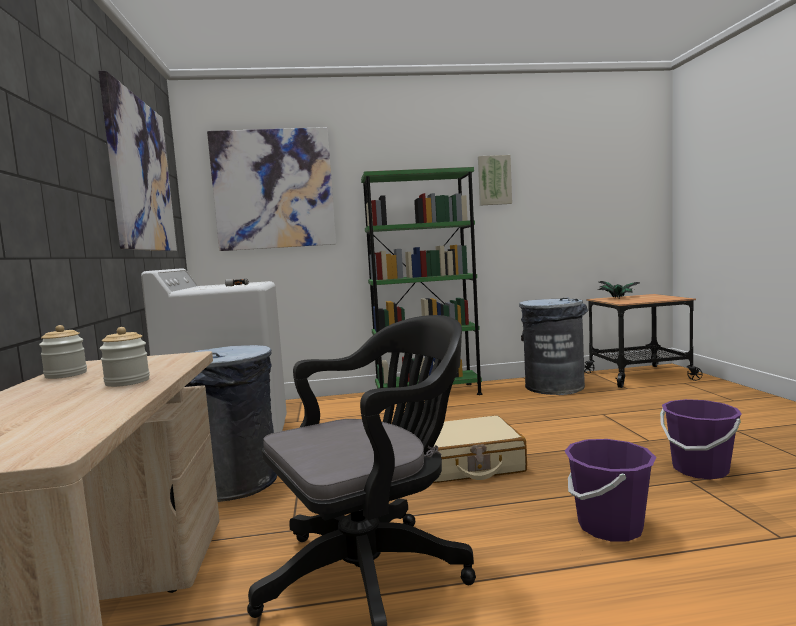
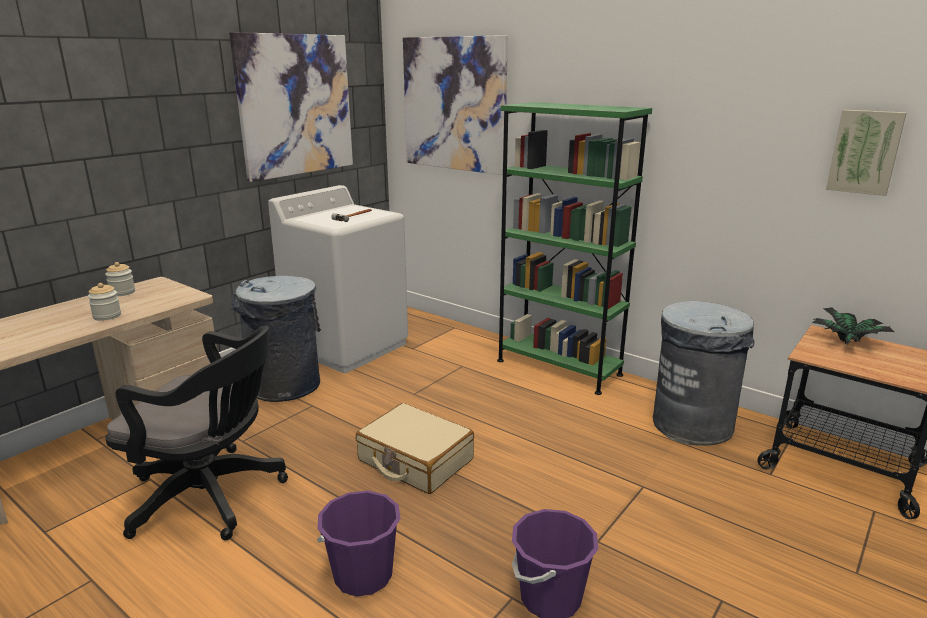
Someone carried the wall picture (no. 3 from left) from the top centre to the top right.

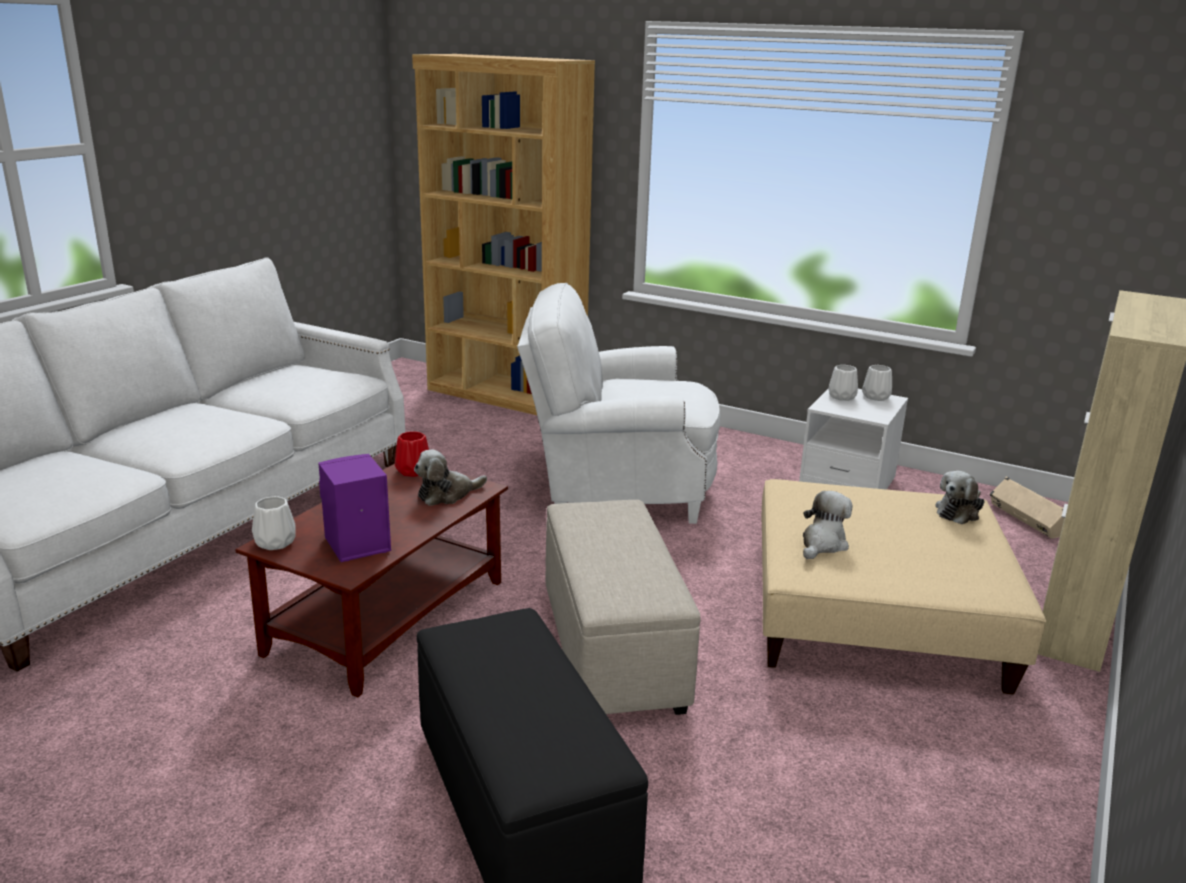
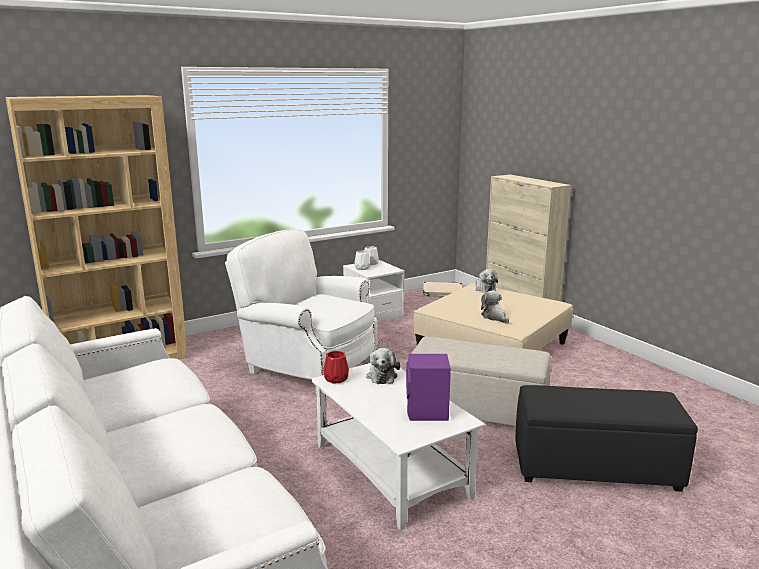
Someone rotated the armchair/whitish at the centre by 90 degrees clockwise.
Someone repainted the lounge table/brown at the middle left, which became the lounge table/whitish at the bottom centre.
Someone took away the flower vase/whitish (no. 1 from left) at the middle left.

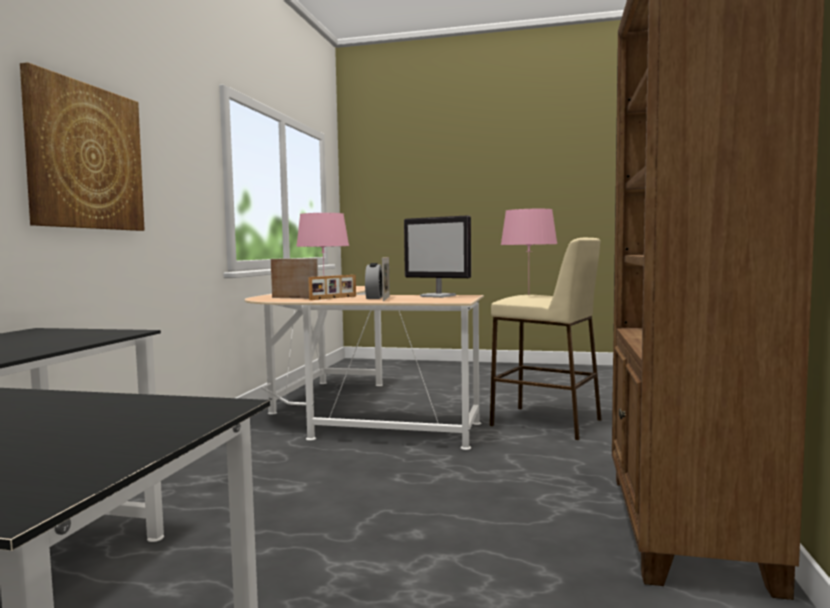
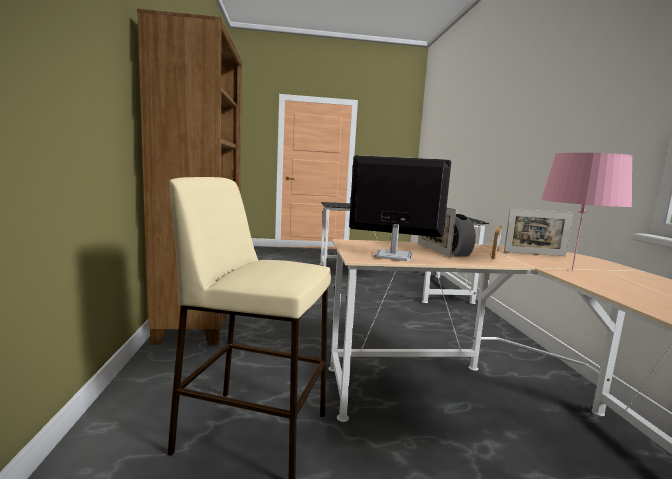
Someone took away the wall picture at the top left.
Someone took away the tabletop lamp/pink-coloured (no. 2 from left) at the centre.

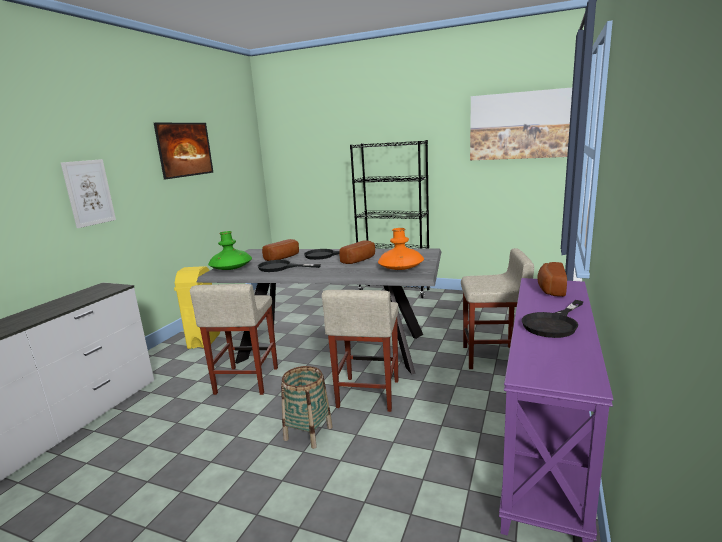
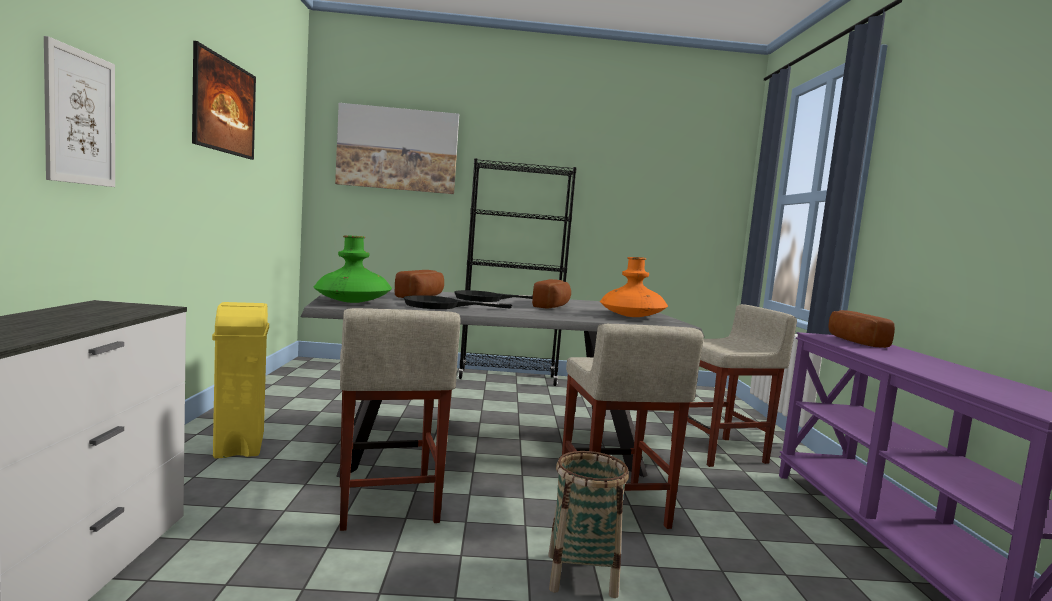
Someone carried the wall picture (no. 3 from left) from the top right to the top centre.
Someone took away the pan/black-coloured (no. 3 from left) at the middle right.

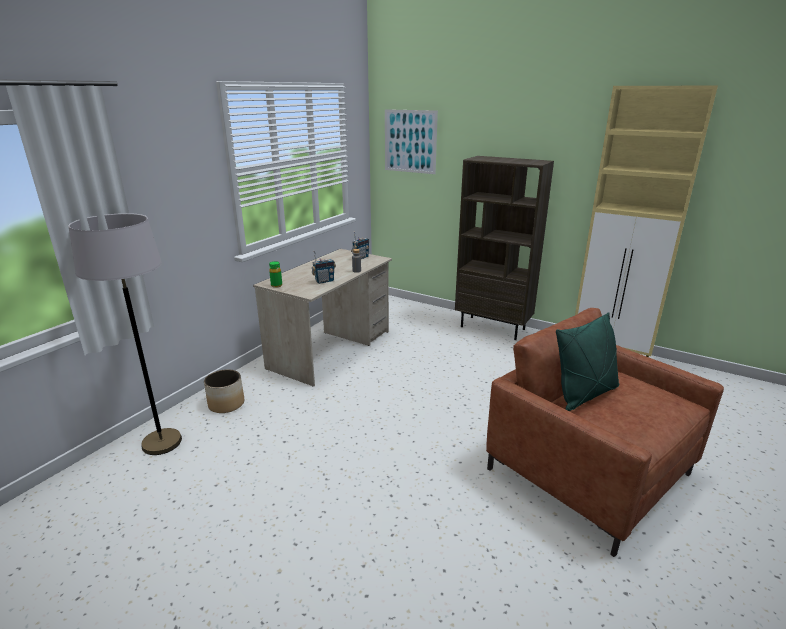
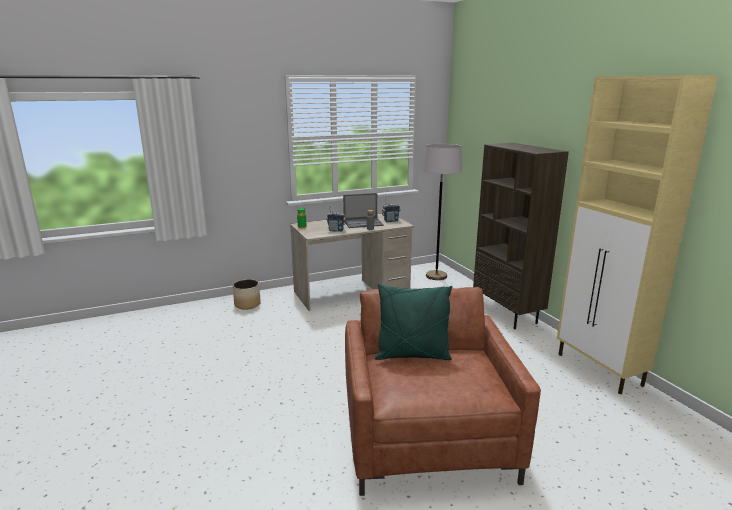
Someone put down the laptop at the centre.
Someone carried the floor lamp/grey from the middle left to the centre.
Someone took away the wall picture at the top centre.

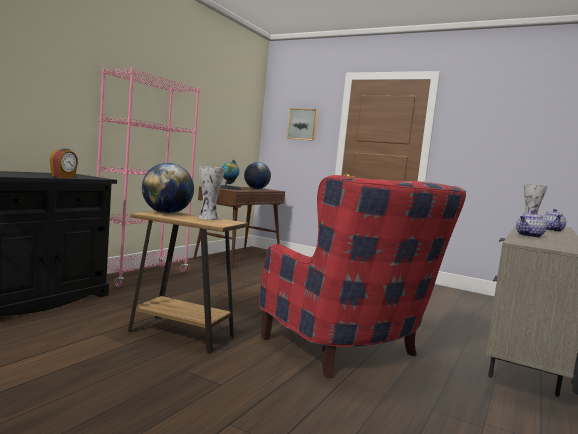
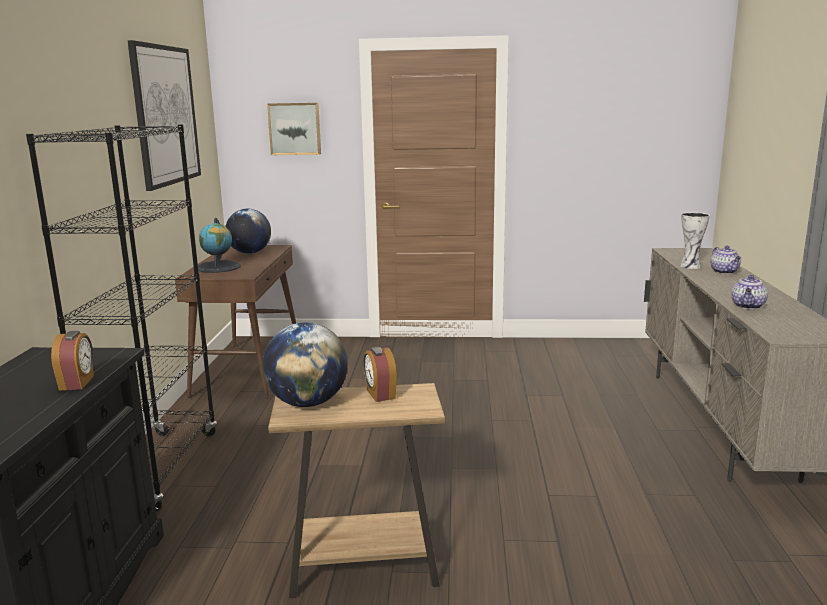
Someone repainted the bookshelf/pink-coloured at the middle left, which became the bookshelf/black-coloured at the middle left.
Someone put up the wall picture (no. 1 from left) at the top left.
Someone swapped the flower vase (no. 1 from left) at the centre for the table clock (no. 2 from left) at the centre.
Someone took away the armchair/reddish at the centre.

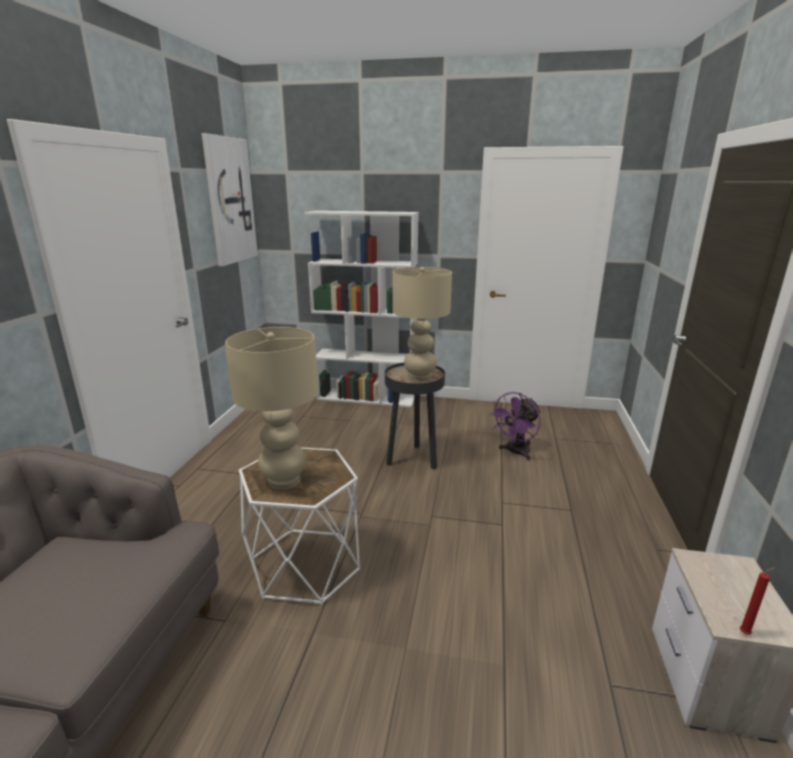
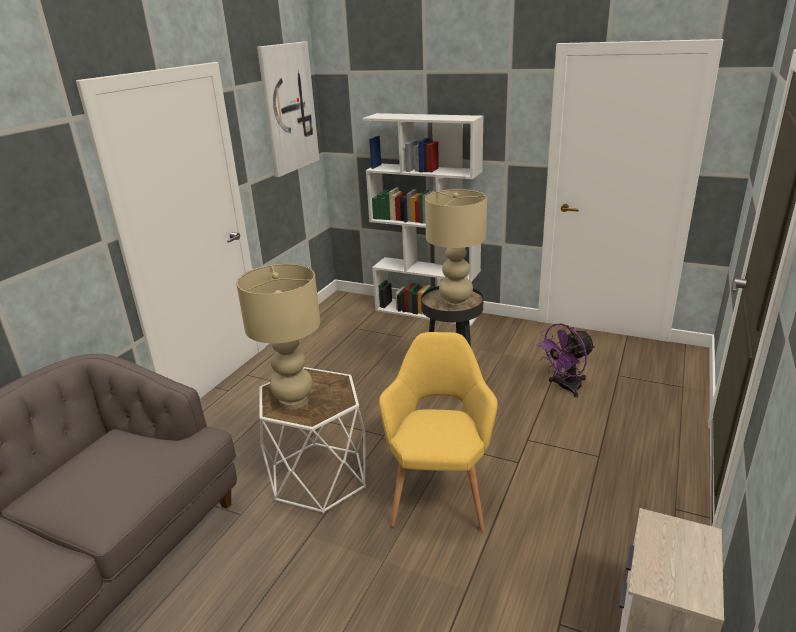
Someone put down the armchair/yellow-coloured at the bottom centre.
Someone took away the wax light/reddish at the bottom right.

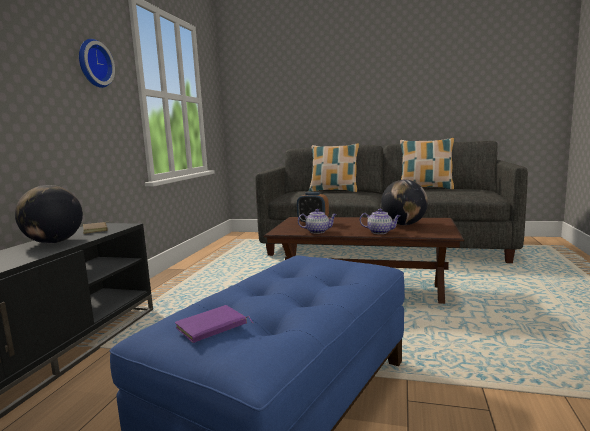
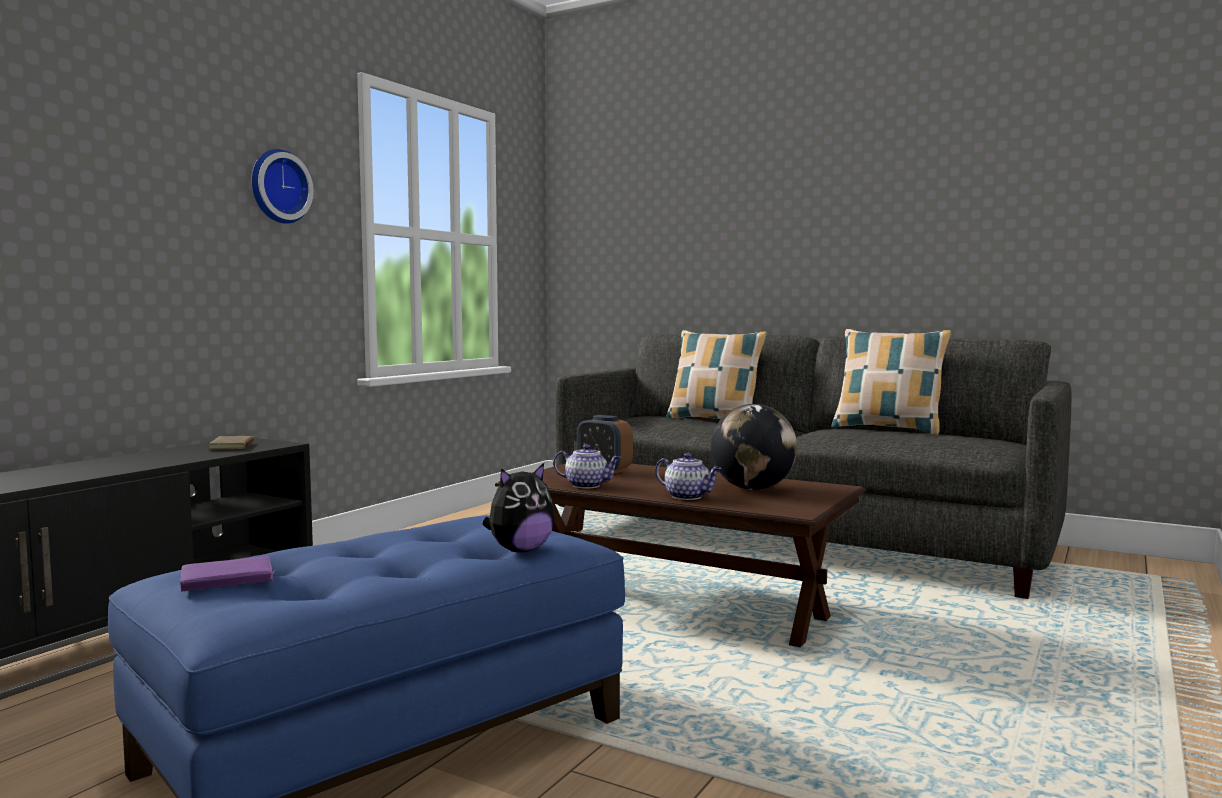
Someone put down the soft toy at the centre.
Someone took away the globe (no. 1 from left) at the middle left.

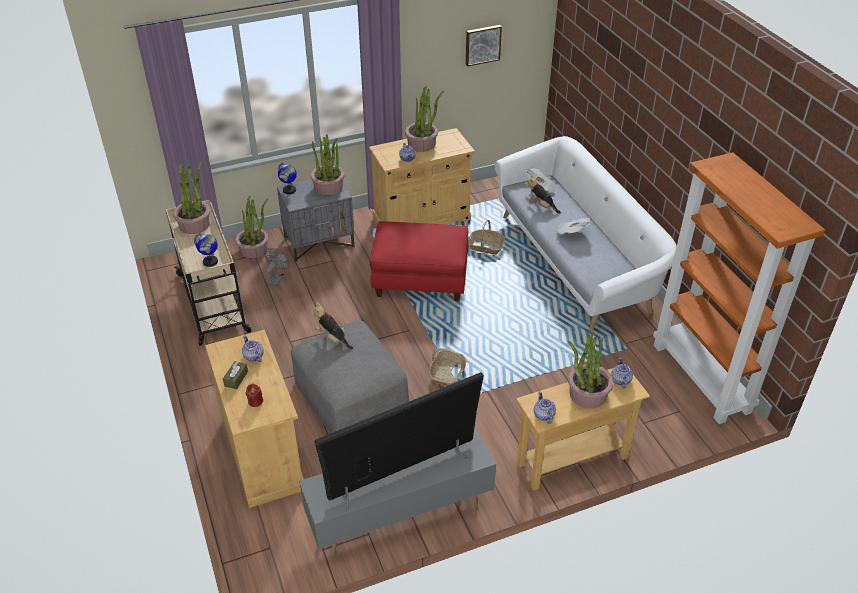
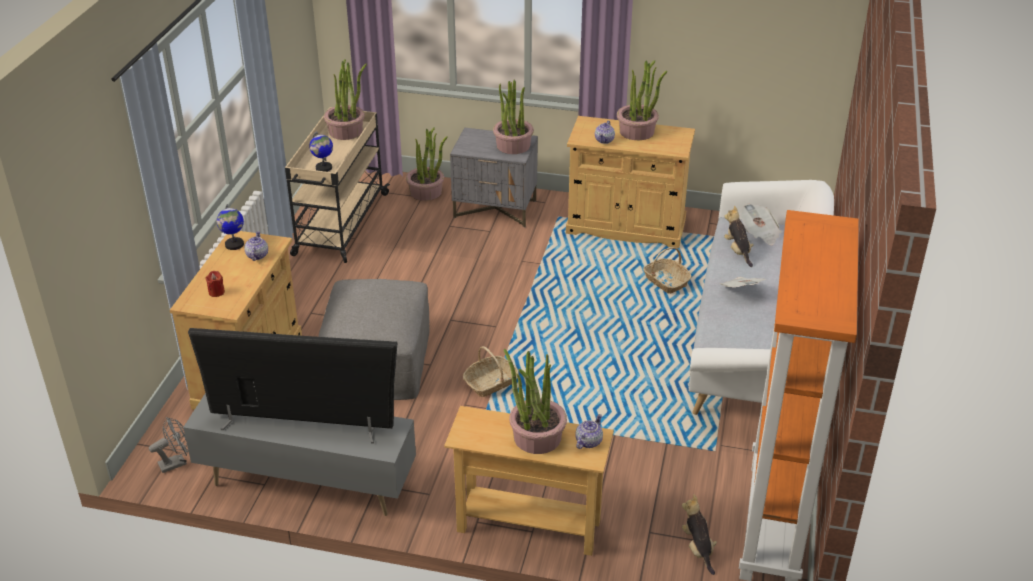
Someone carried the fan/grey from the middle left to the bottom left.
Someone carried the globe (no. 2 from left in the first image) from the top centre to the middle left.
Someone carried the soft toy (no. 1 from left) from the centre to the bottom right.
Someone took away the tissue holder/brown at the middle left.
Someone took away the pouffe/reddish at the centre.
Someone took away the wall picture at the top centre.
Someone took away the tea pot (no. 3 from left) at the bottom centre.

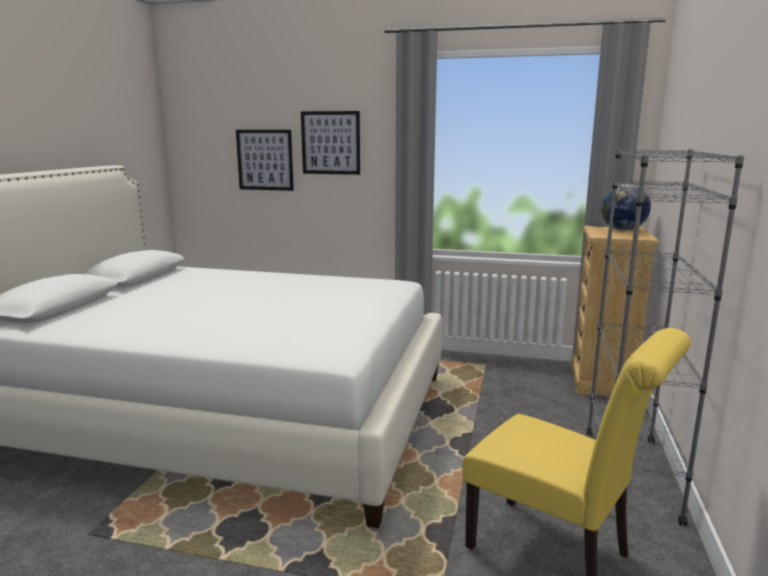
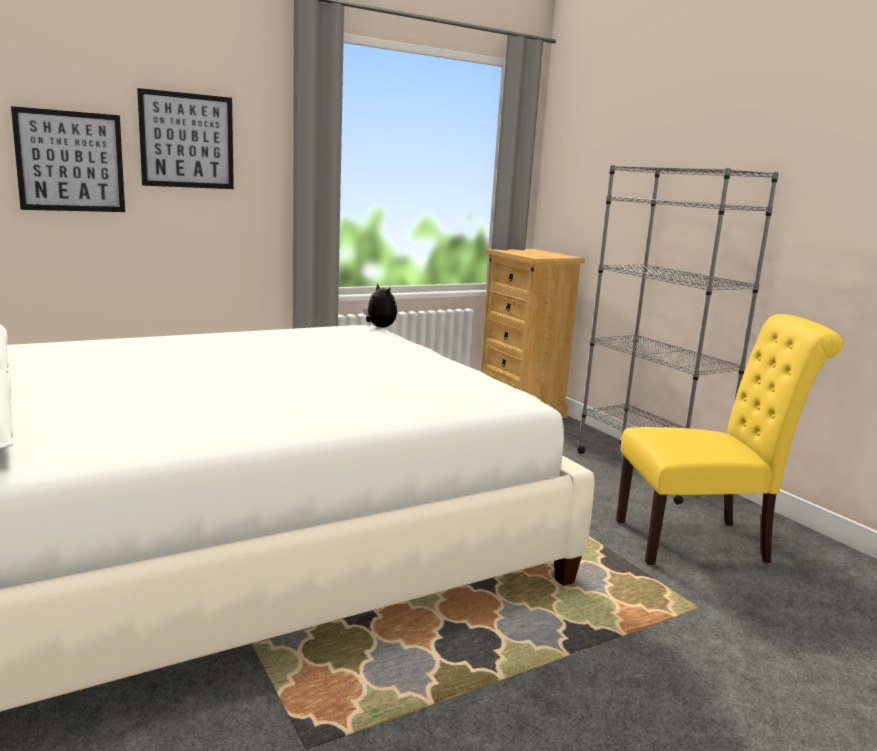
Someone put down the soft toy at the centre.
Someone took away the globe at the middle right.

